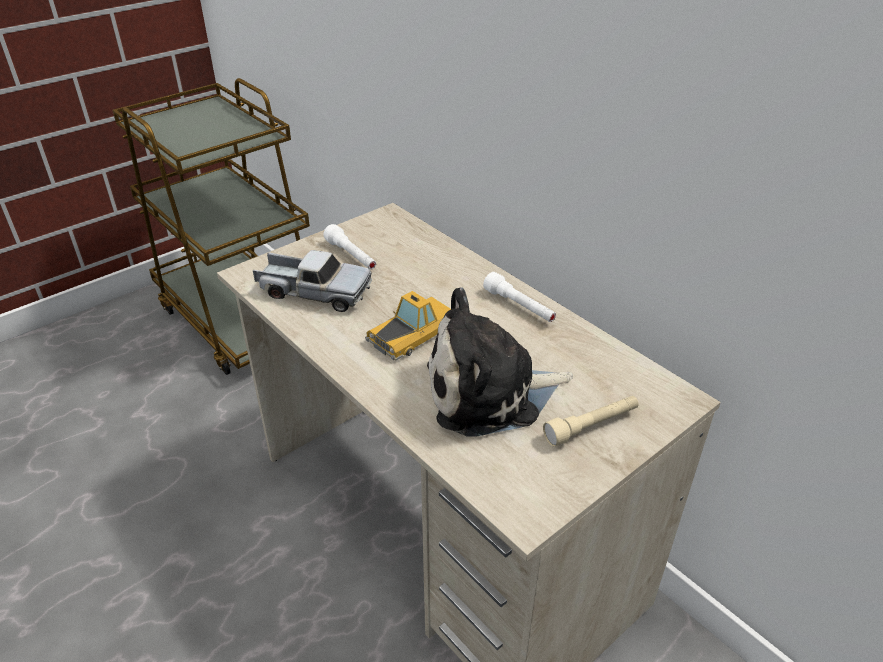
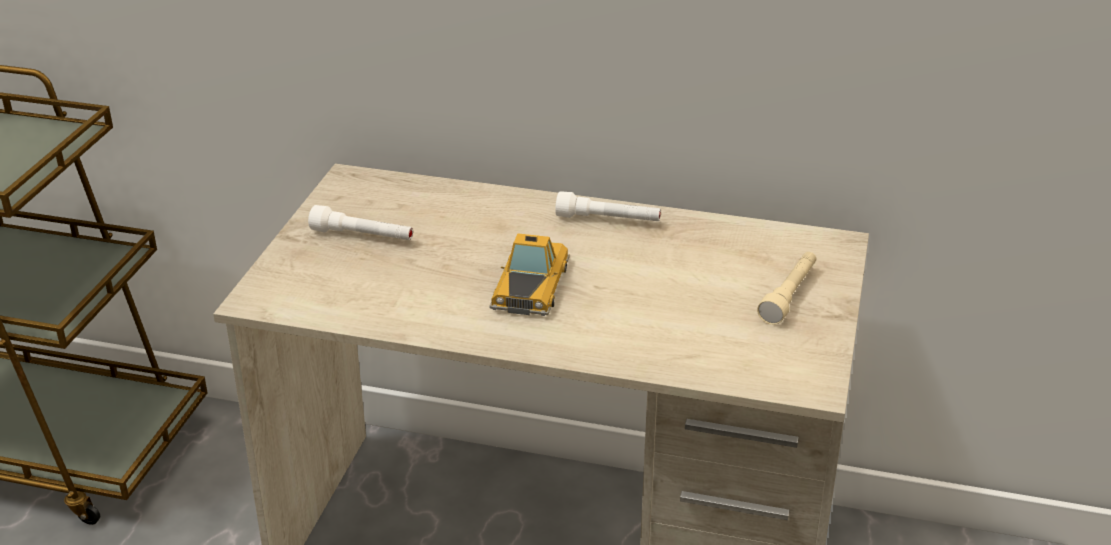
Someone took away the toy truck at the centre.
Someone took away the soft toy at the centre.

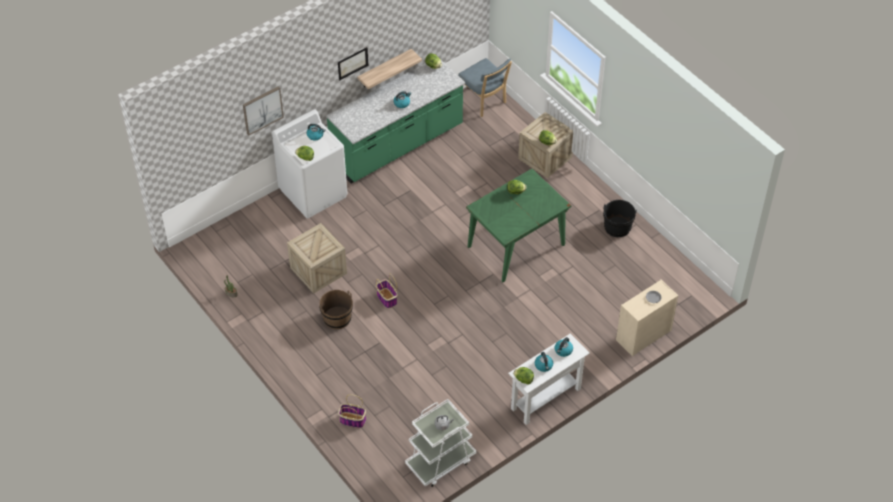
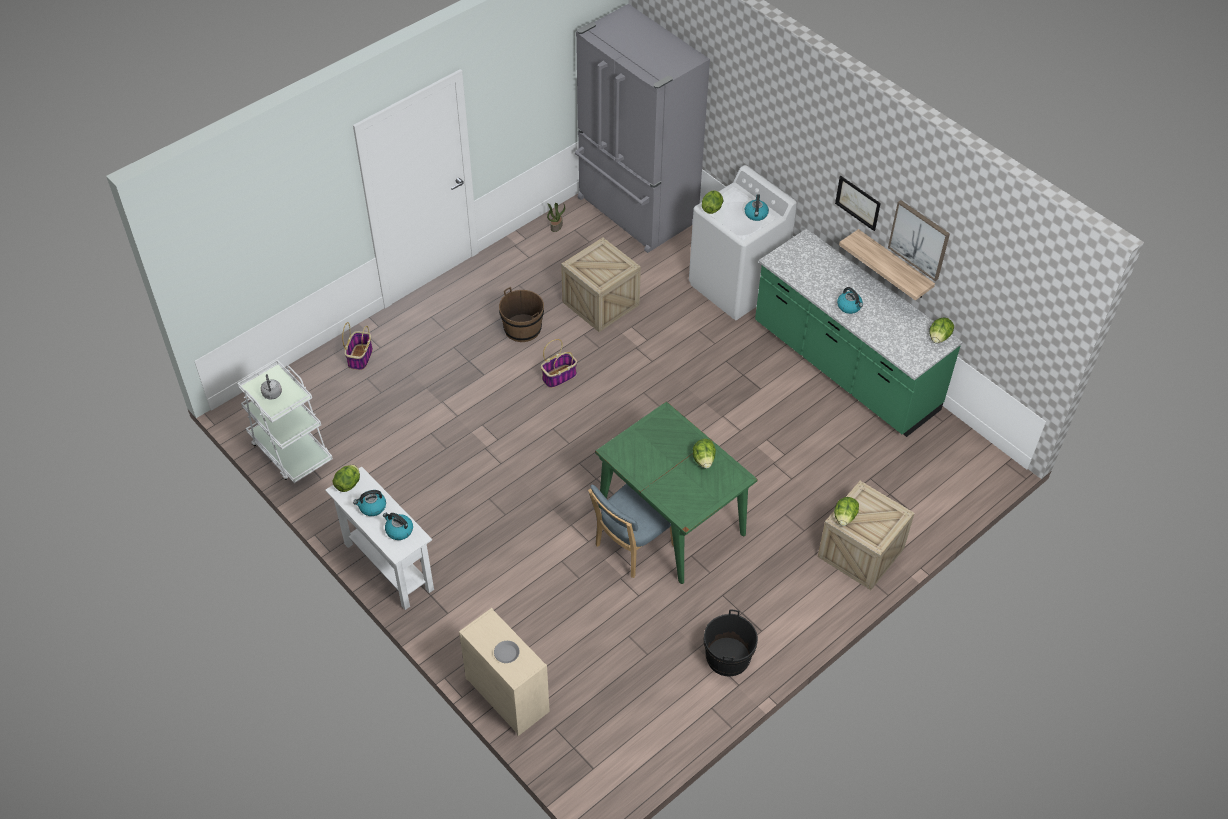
Someone put down the fridge/grey at the top centre.
Someone carried the upright chair/bluish from the top centre to the centre.
Someone carried the wall picture (no. 1 from left in the first image) from the top left to the top right.

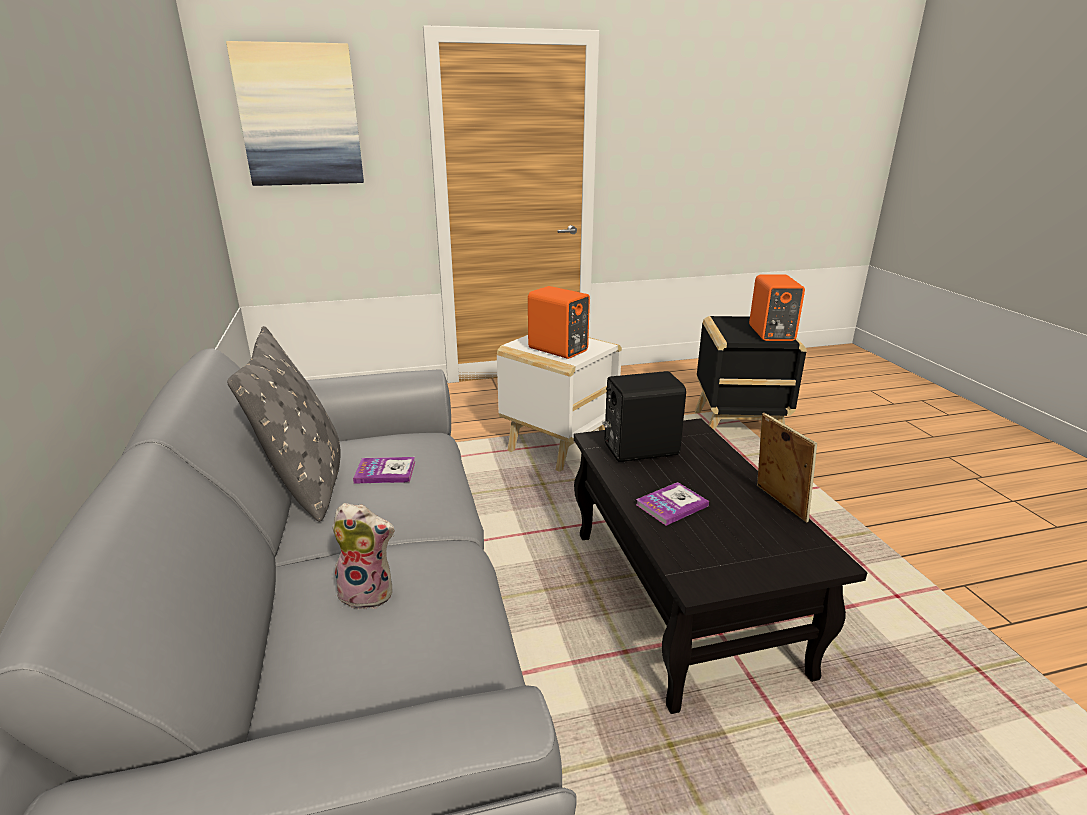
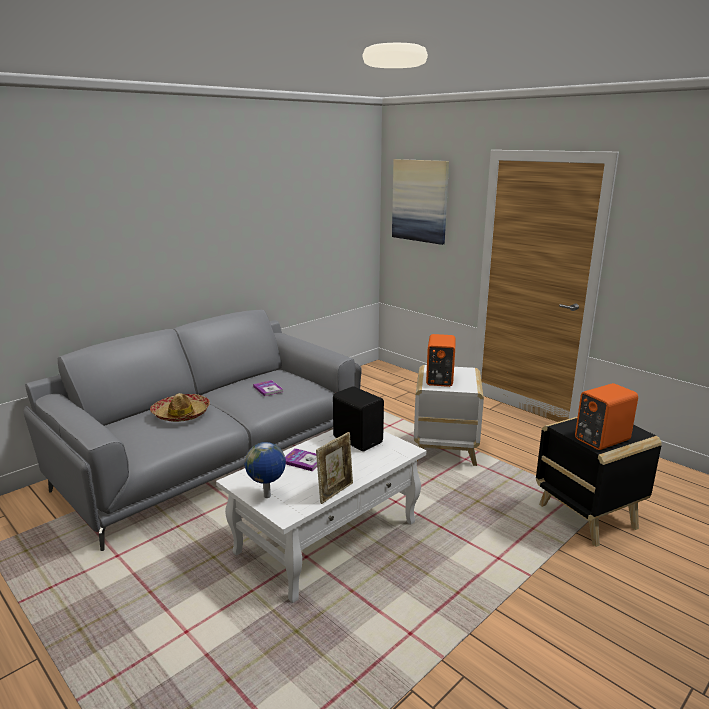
Someone swapped the soft toy at the bottom centre for the clothing hat at the middle left.
Someone repainted the lounge table/black-coloured at the bottom centre, which became the lounge table/whitish at the bottom centre.
Someone put down the globe at the centre.
Someone took away the cushion/grey at the middle left.

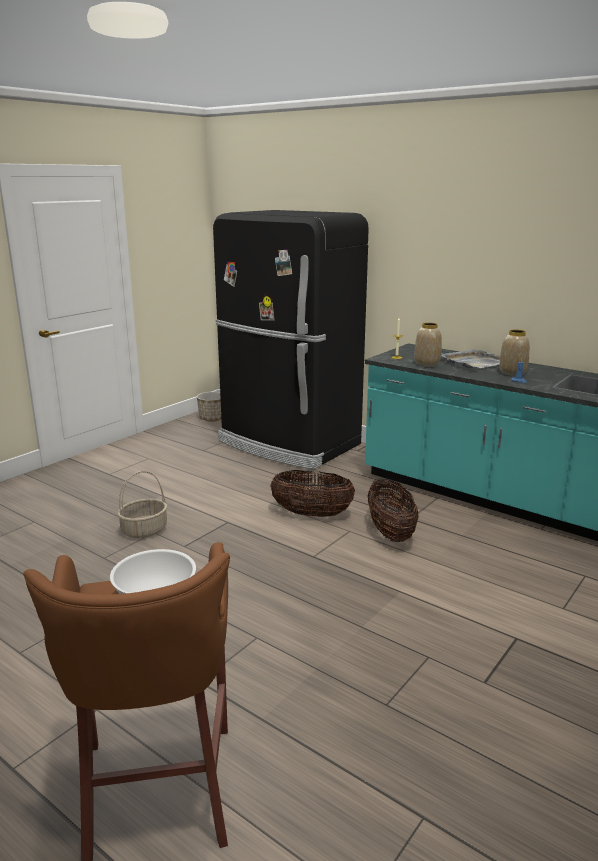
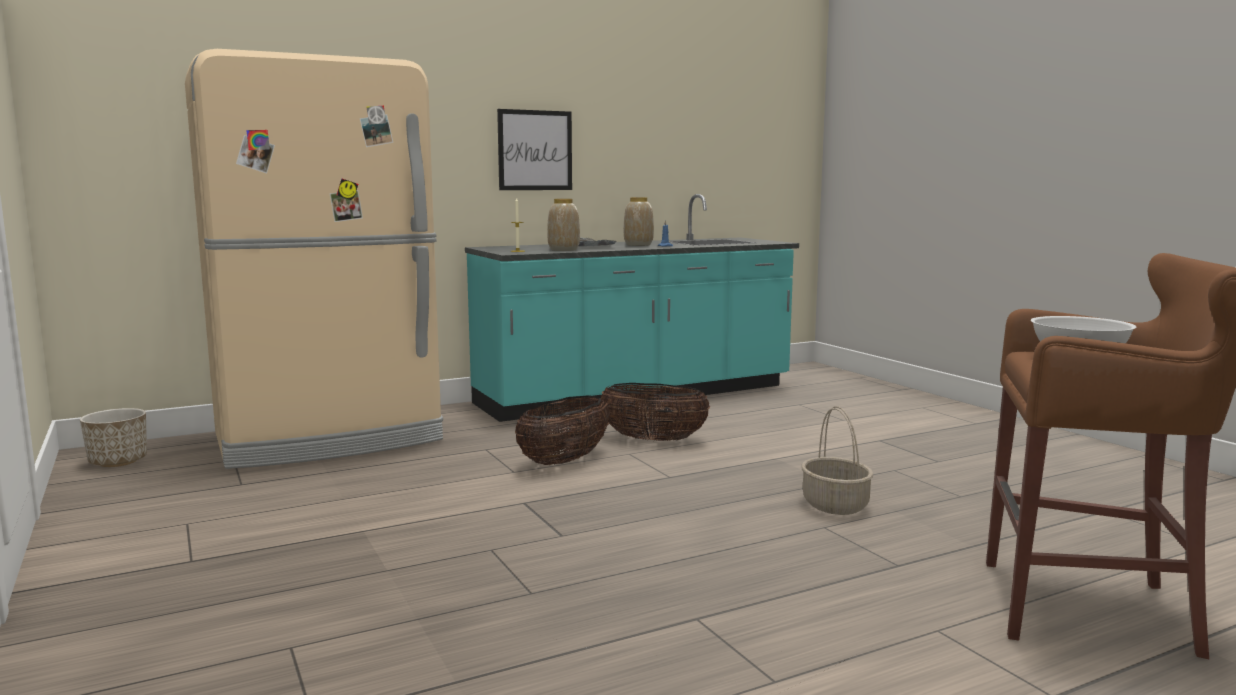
Someone repainted the fridge/black-coloured at the centre, which became the fridge/beige-coloured at the middle left.
Someone put up the wall picture at the top centre.
Someone carried the storage basket (no. 1 from left in the first image) from the middle left to the middle right.

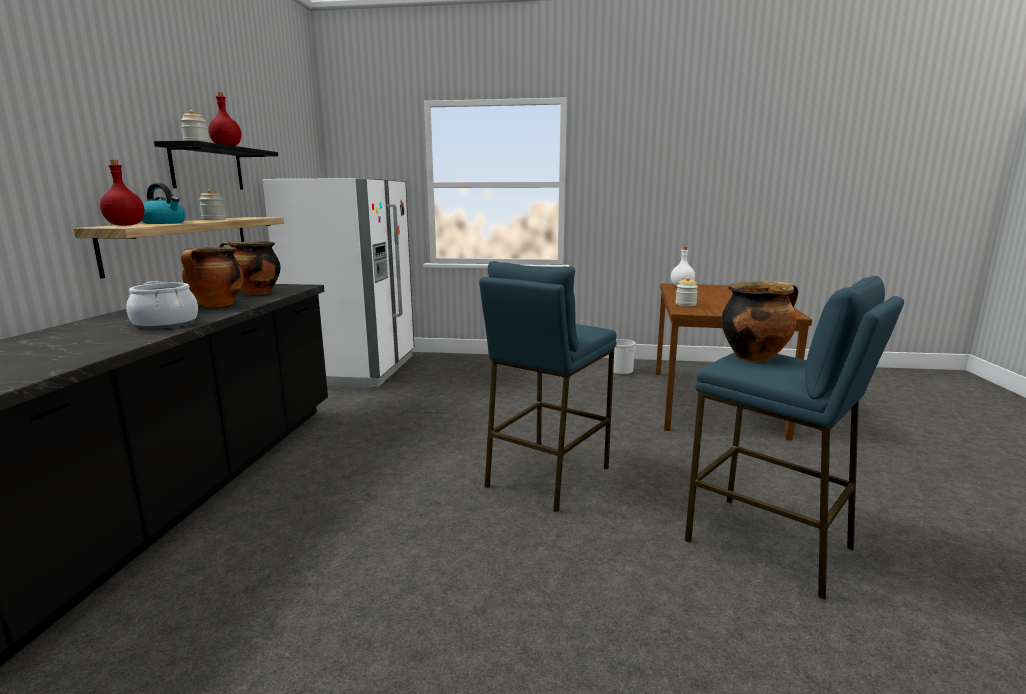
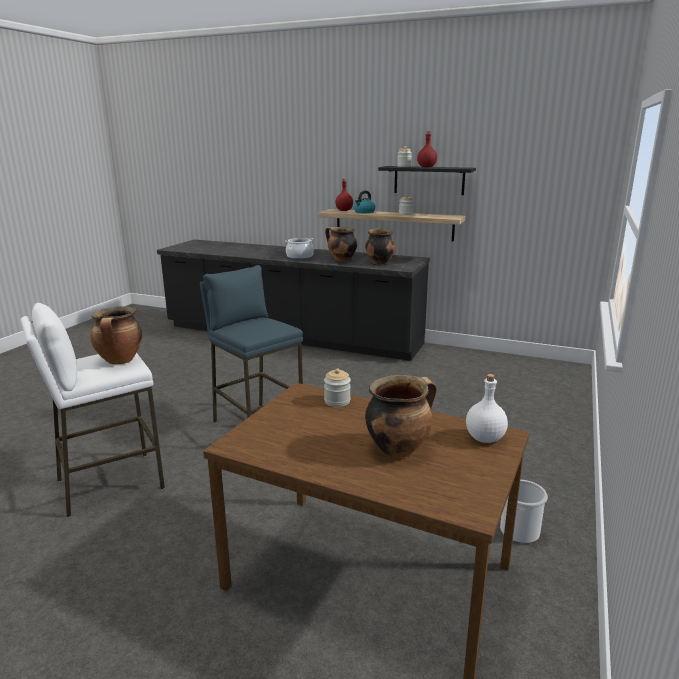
Someone repainted the sitting stool/bluish (no. 2 from left) at the middle right, which became the sitting stool/whitish at the middle left.
Someone put down the saucepot (no. 5 from left) at the centre.
Someone took away the fridge/whitish at the middle left.

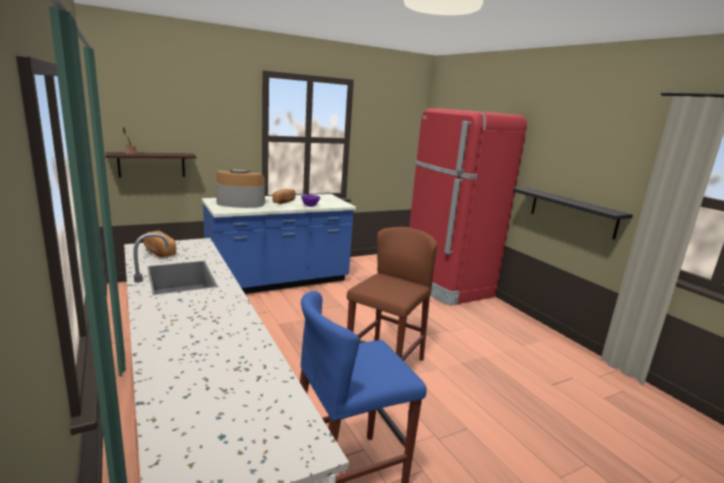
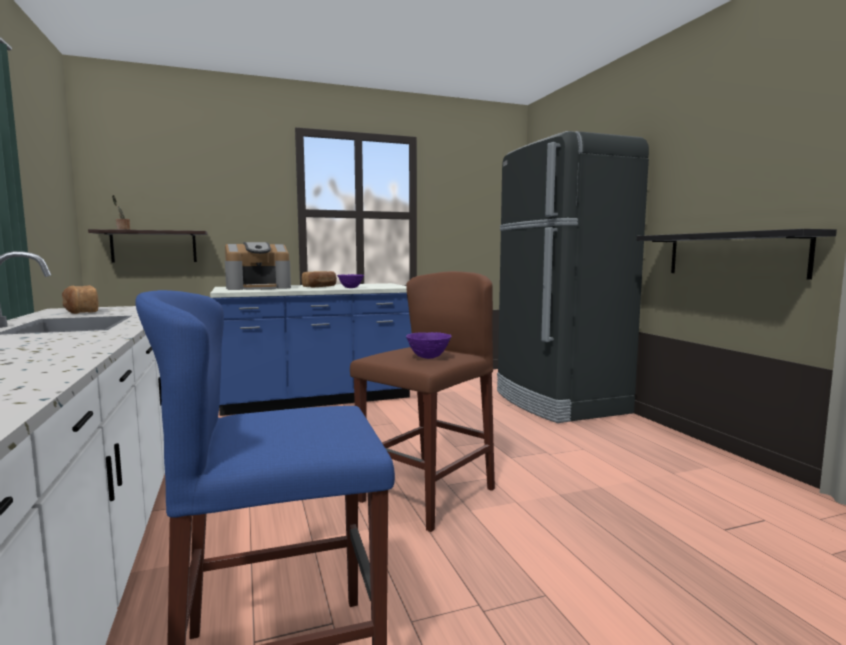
Someone rotated the coffee machine at the middle left by 150 degrees clockwise.
Someone put down the bowl/purplish (no. 2 from left) at the centre.
Someone repainted the fridge/reddish at the centre, which became the fridge/black-coloured at the middle right.

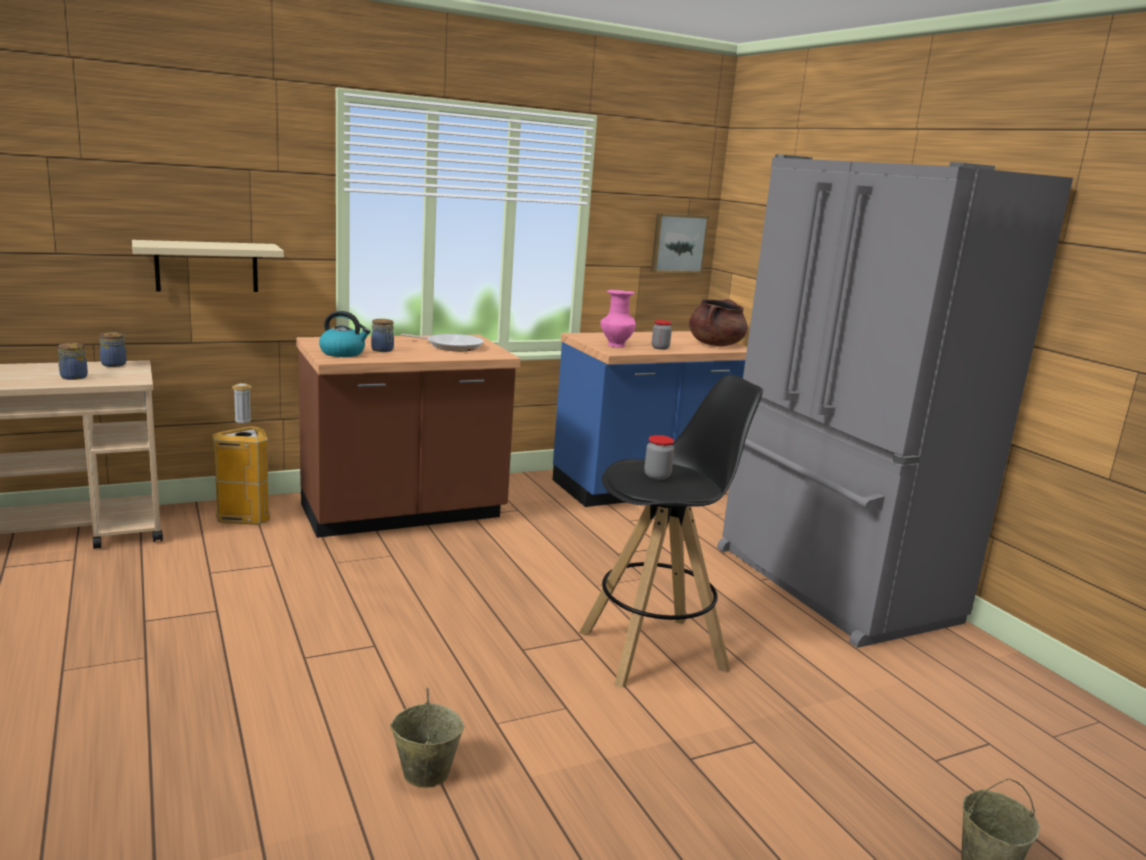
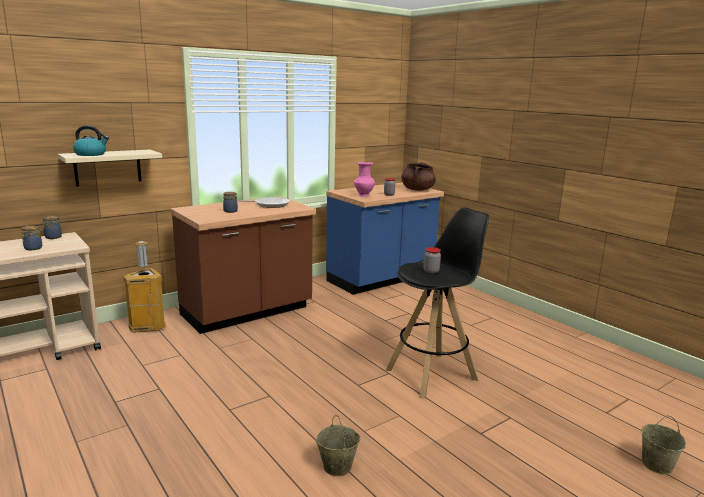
Someone carried the kettle from the middle left to the top left.
Someone took away the wall picture at the top centre.
Someone took away the fridge/grey at the middle right.

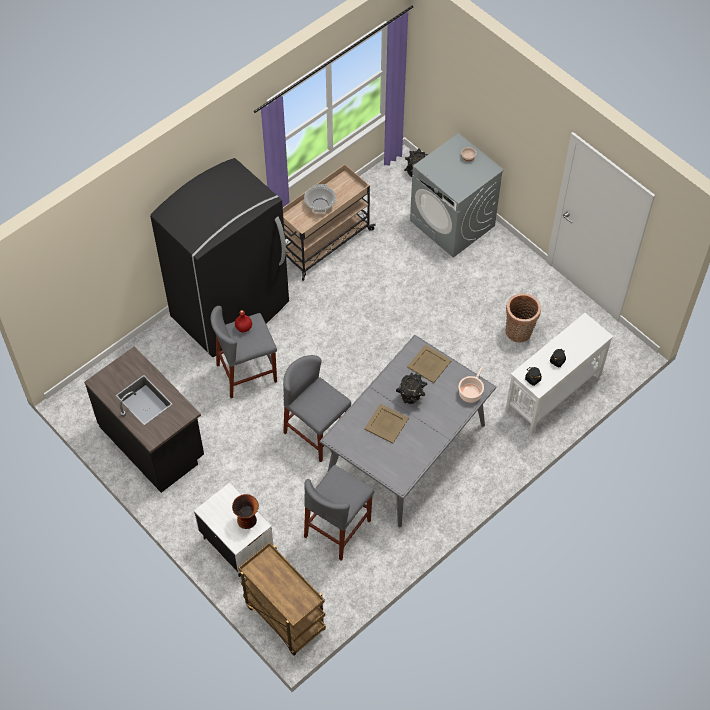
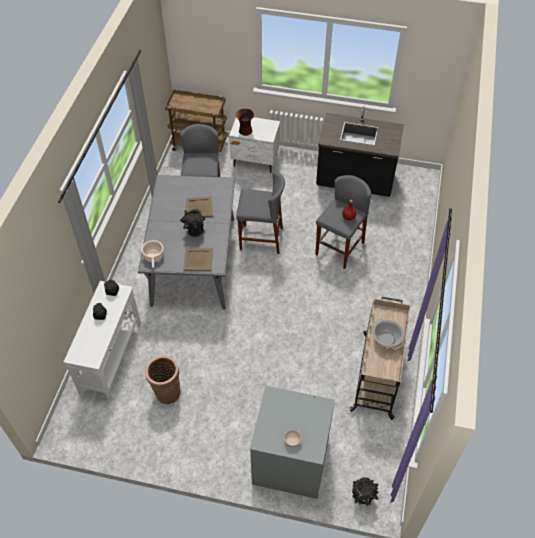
Someone took away the fridge/black-coloured at the middle left.

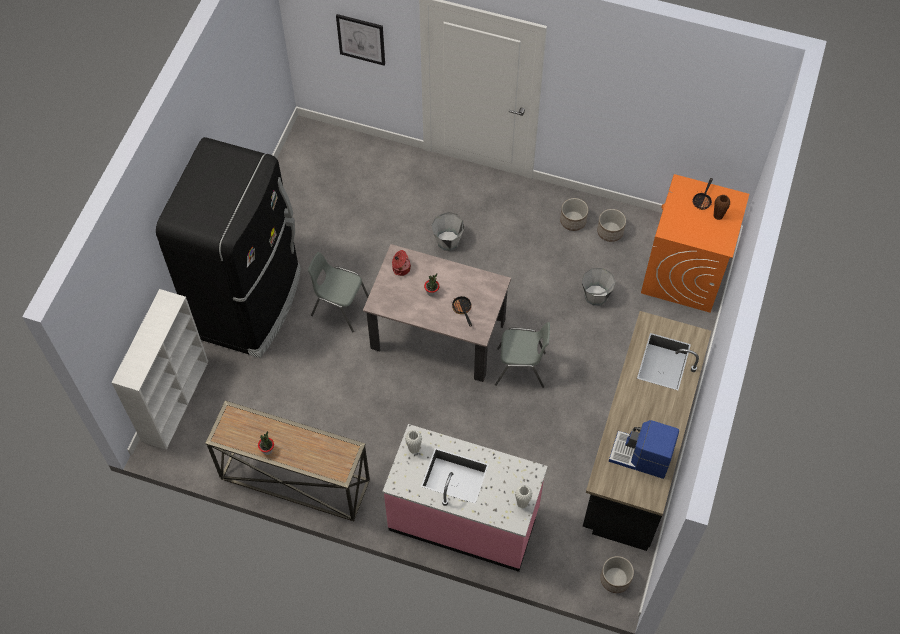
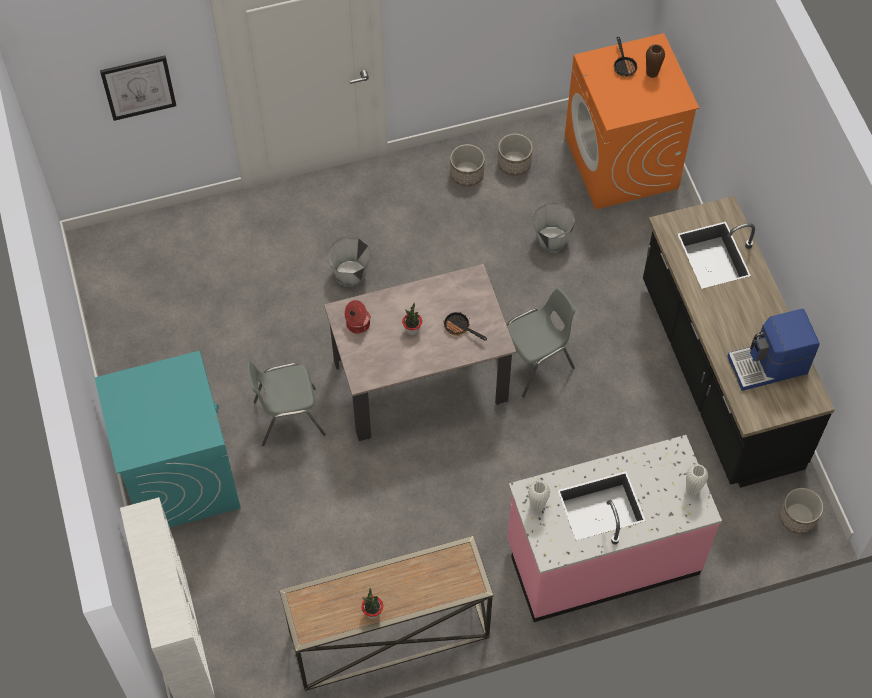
Someone swapped the fridge/black-coloured at the middle left for the laundry machine/turquoise-coloured at the middle left.

